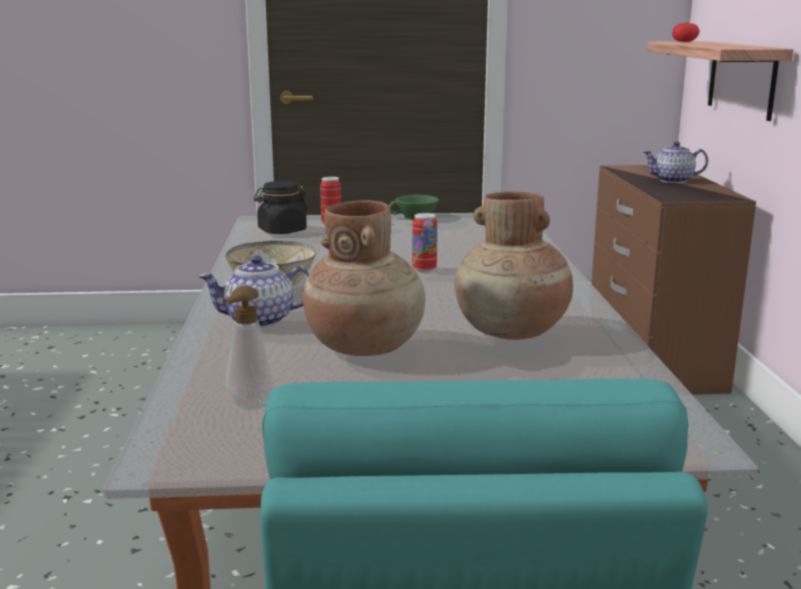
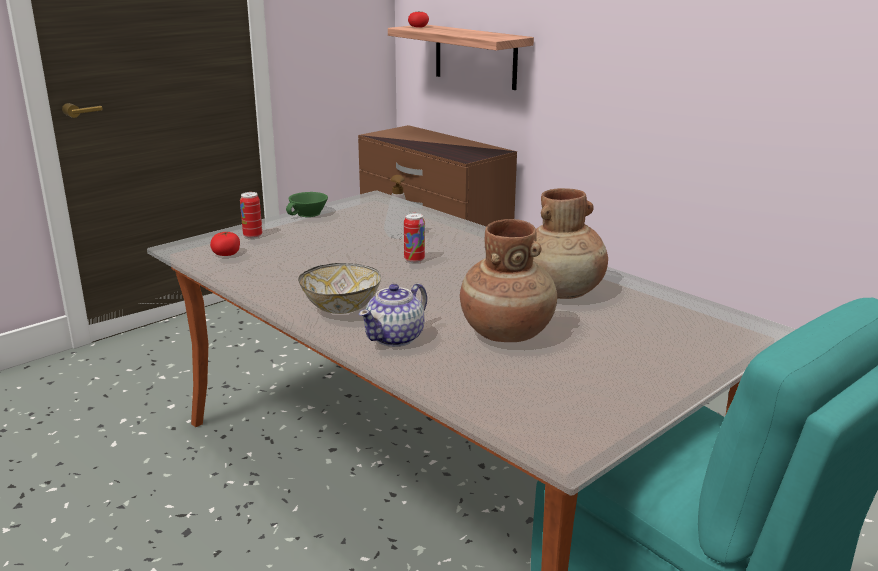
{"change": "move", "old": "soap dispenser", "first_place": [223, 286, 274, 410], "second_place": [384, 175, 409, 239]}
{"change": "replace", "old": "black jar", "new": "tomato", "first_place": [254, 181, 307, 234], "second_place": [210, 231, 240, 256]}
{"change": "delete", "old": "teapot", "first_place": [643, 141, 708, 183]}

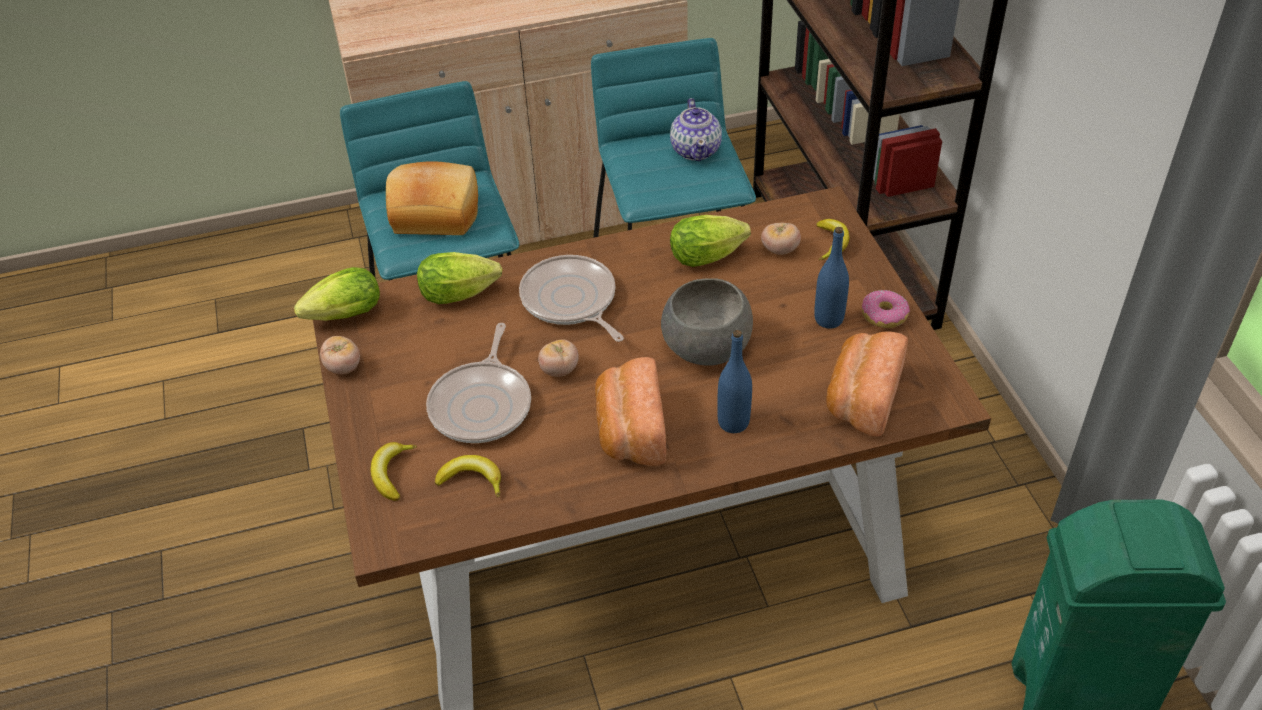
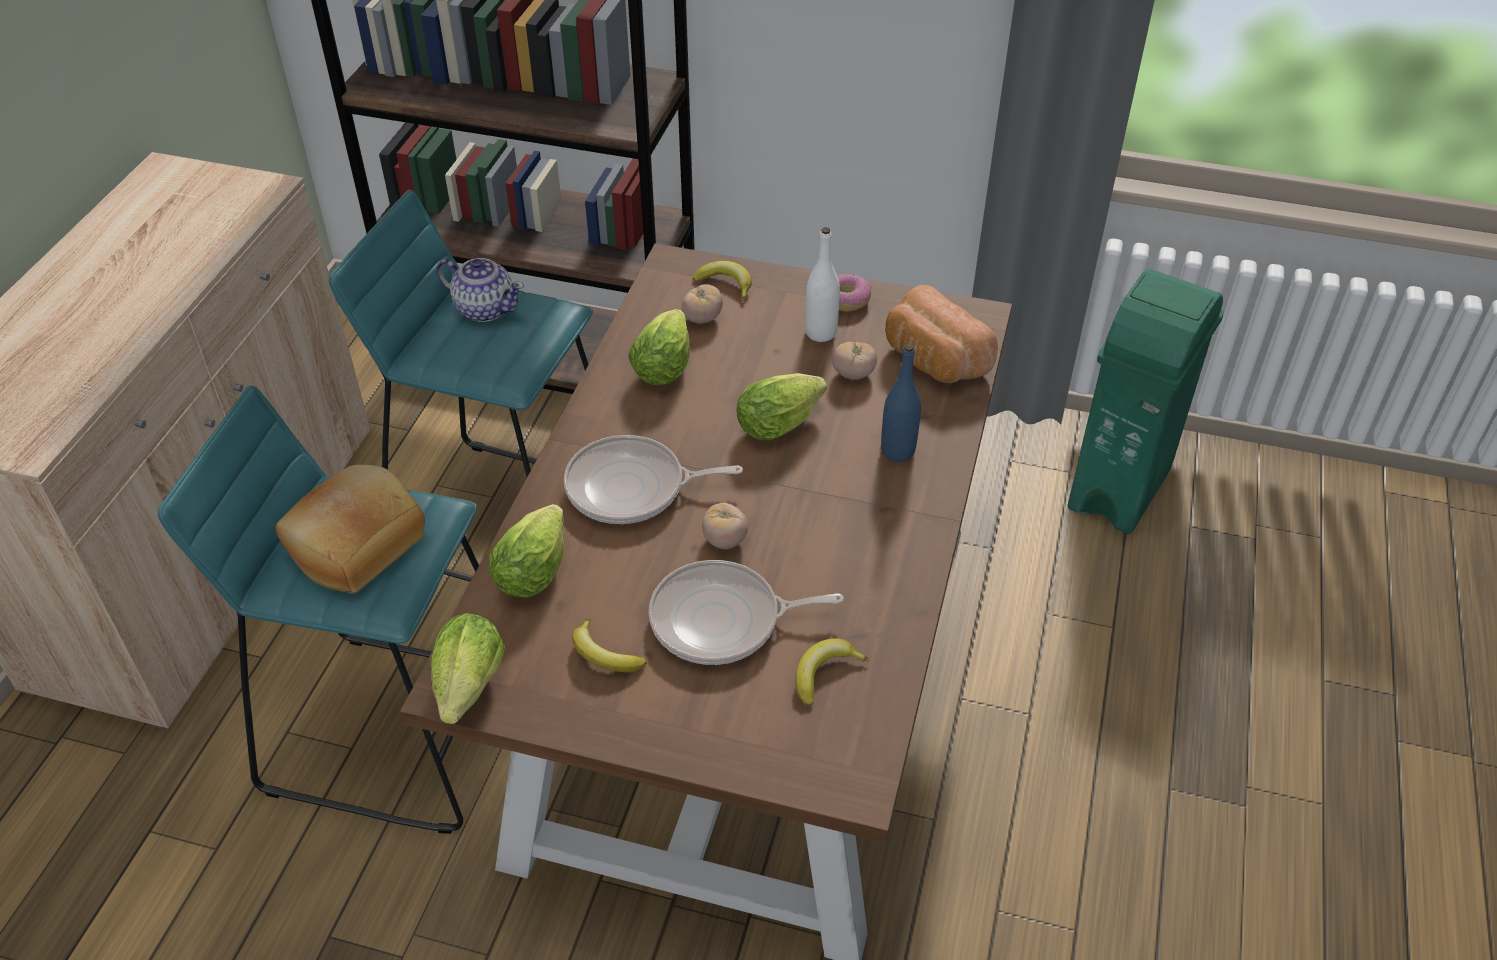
{"change": "move", "old": "tomato", "first_place": [320, 336, 360, 374], "second_place": [832, 342, 877, 380]}
{"change": "move", "old": "banana", "first_place": [371, 442, 417, 501], "second_place": [572, 618, 647, 672]}
{"change": "rotate", "old": "frying pan", "first_place": [426, 323, 531, 443], "second_place": [649, 560, 844, 665], "degrees": 135}
{"change": "delete", "old": "bread", "first_place": [595, 357, 666, 466]}
{"change": "replace", "old": "grey bowl", "new": "lettuce", "first_place": [661, 278, 753, 366], "second_place": [736, 373, 827, 441]}
{"change": "recolor", "old": "blue bottle", "new": "white bottle", "first_place": [814, 227, 849, 329], "second_place": [805, 227, 840, 342]}

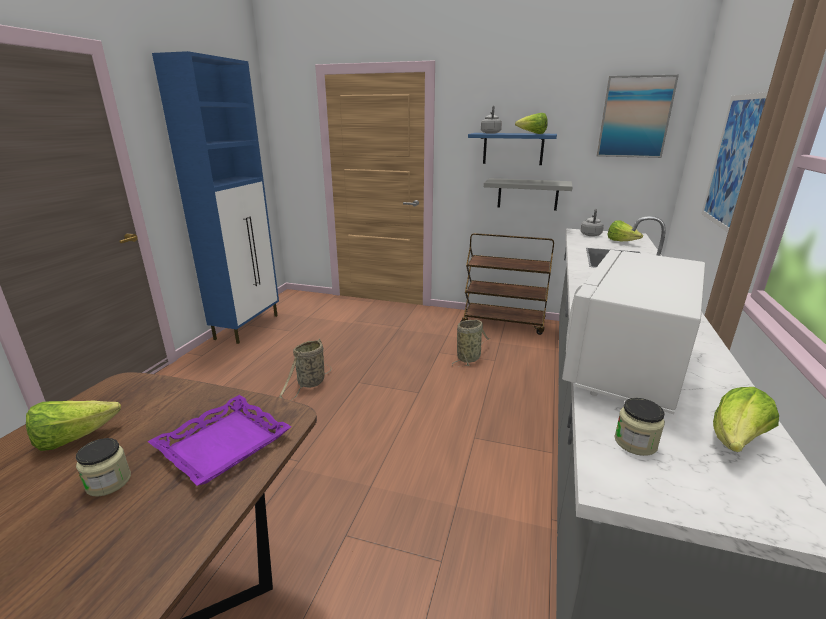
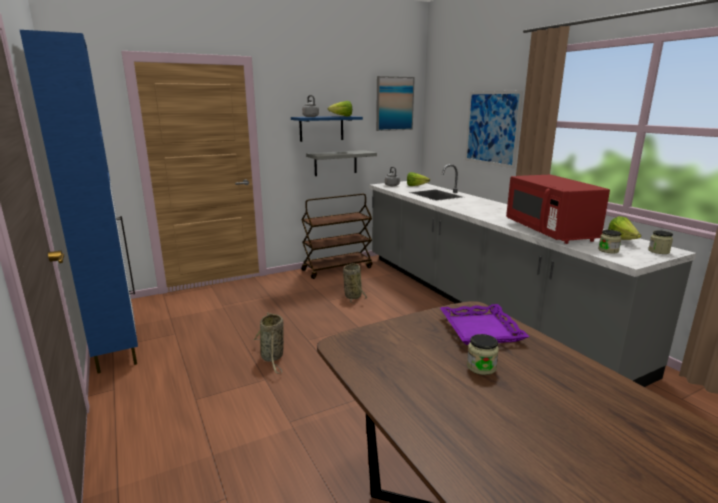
{"change": "delete", "old": "lettuce", "first_place": [26, 401, 121, 451]}
{"change": "recolor", "old": "white microwave", "new": "red microwave", "first_place": [562, 250, 705, 414], "second_place": [506, 175, 610, 244]}
{"change": "insert", "new": "jar", "second_place": [648, 230, 673, 254]}

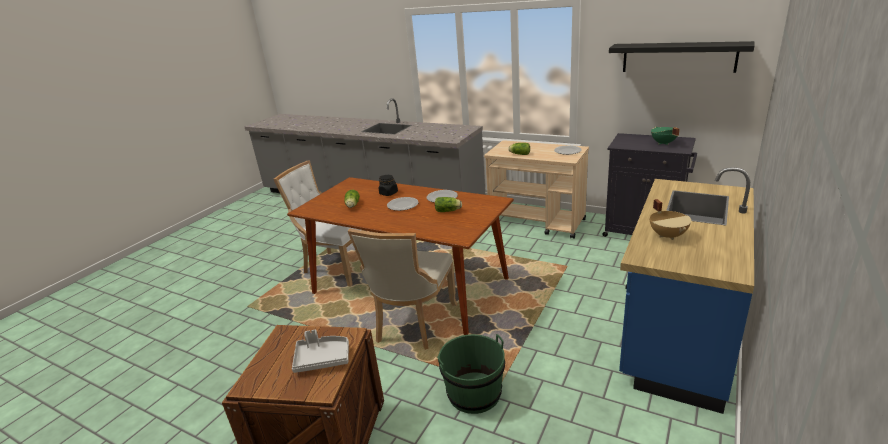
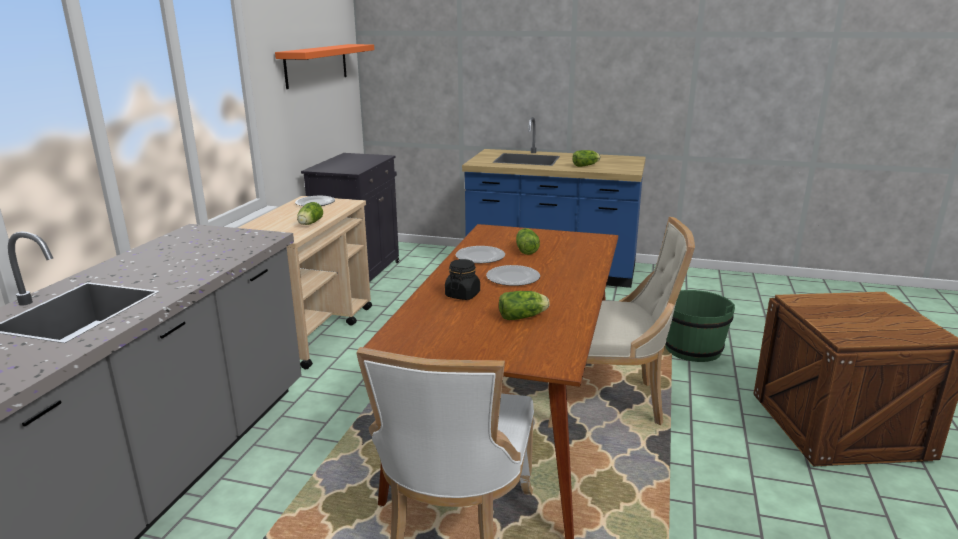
{"change": "delete", "old": "grey tray", "first_place": [292, 330, 349, 373]}
{"change": "recolor", "old": "black shelf", "new": "orange shelf", "first_place": [609, 41, 754, 73], "second_place": [275, 44, 374, 89]}
{"change": "replace", "old": "beige cooking pot", "new": "lettuce", "first_place": [650, 199, 691, 240], "second_place": [572, 150, 601, 167]}
{"change": "delete", "old": "green cooking pot", "first_place": [651, 127, 680, 145]}

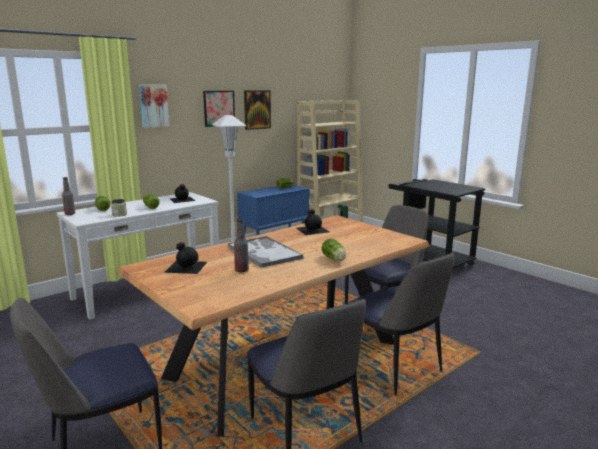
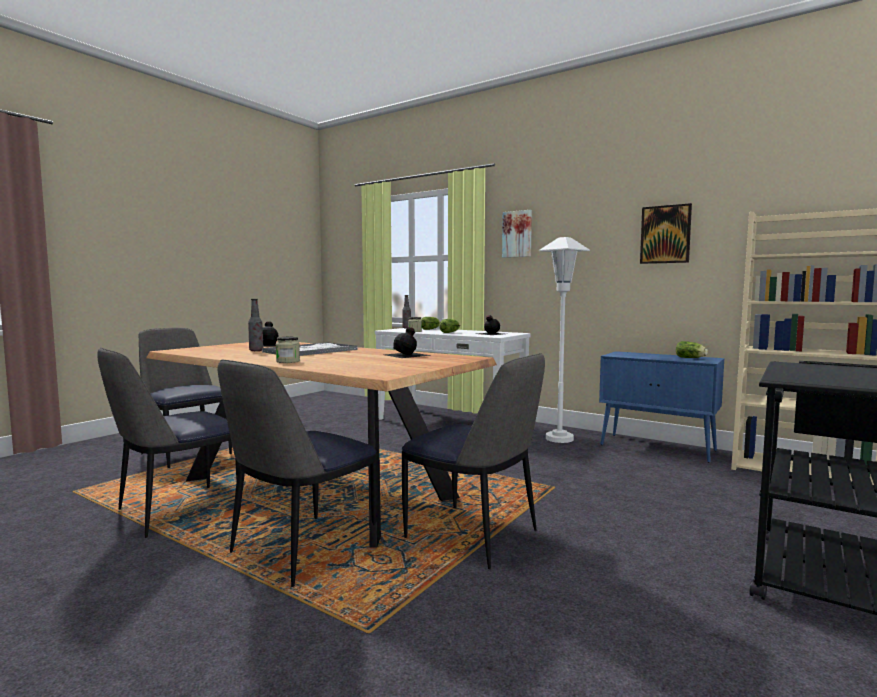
{"change": "delete", "old": "picture", "first_place": [203, 91, 235, 127]}
{"change": "replace", "old": "lettuce", "new": "jar", "first_place": [322, 238, 346, 261], "second_place": [276, 337, 300, 363]}

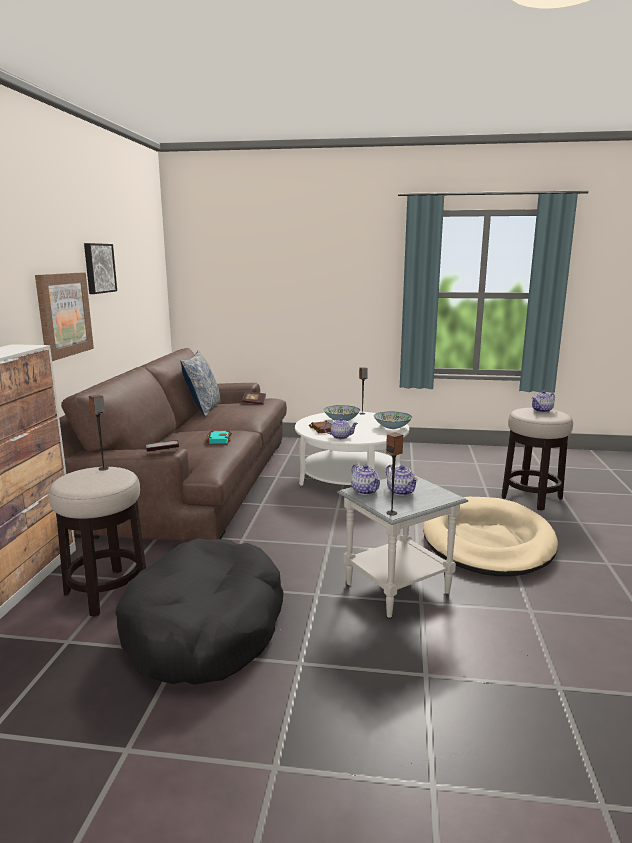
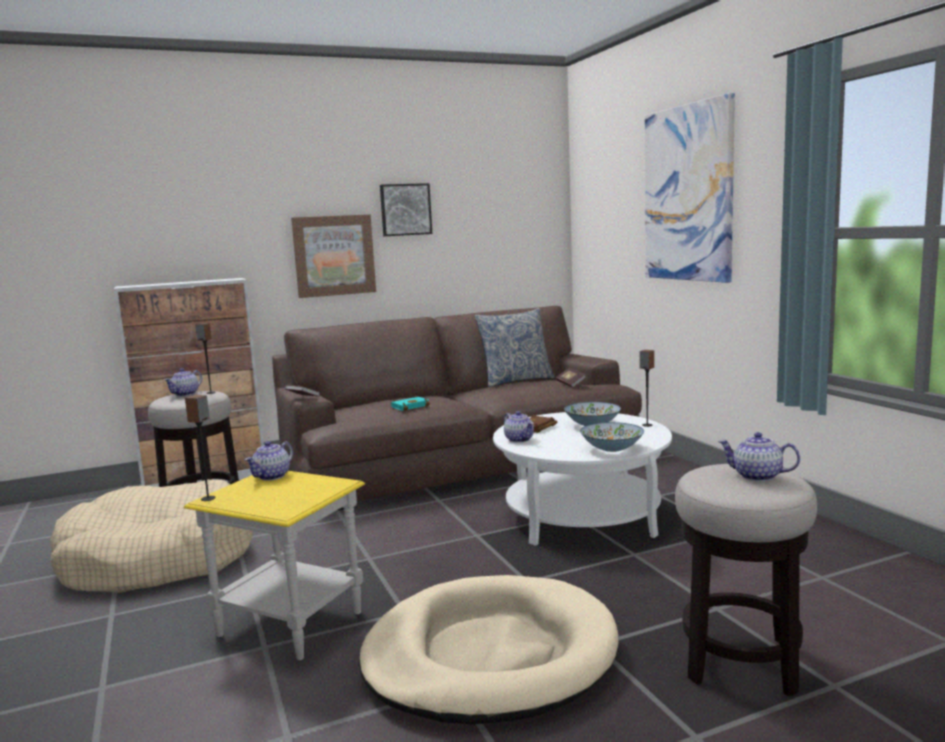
{"change": "recolor", "old": "black dog bed", "new": "beige dog bed", "first_place": [115, 538, 284, 685], "second_place": [50, 479, 253, 593]}
{"change": "recolor", "old": "grey side table", "new": "yellow side table", "first_place": [337, 476, 468, 618], "second_place": [184, 471, 365, 660]}
{"change": "move", "old": "teapot", "first_place": [386, 465, 418, 495], "second_place": [164, 368, 202, 396]}
{"change": "insert", "new": "picture", "second_place": [645, 93, 735, 283]}

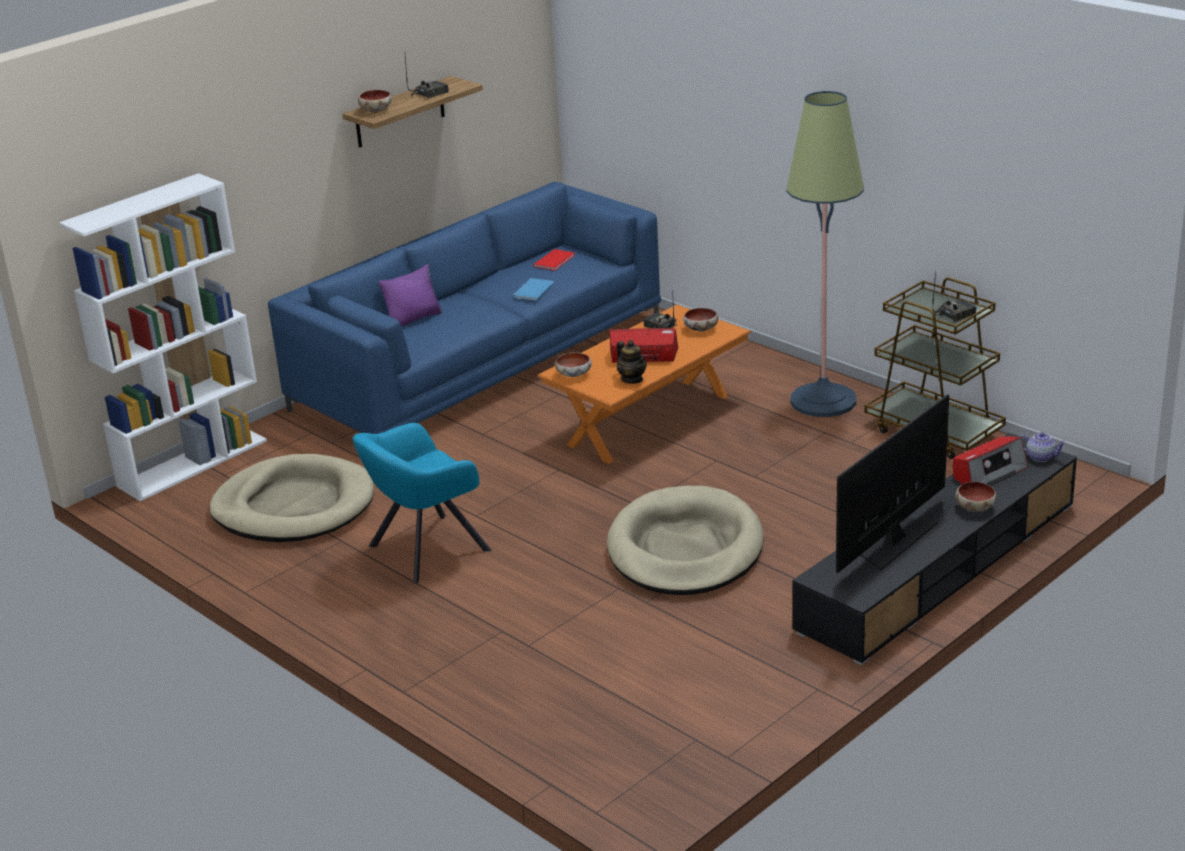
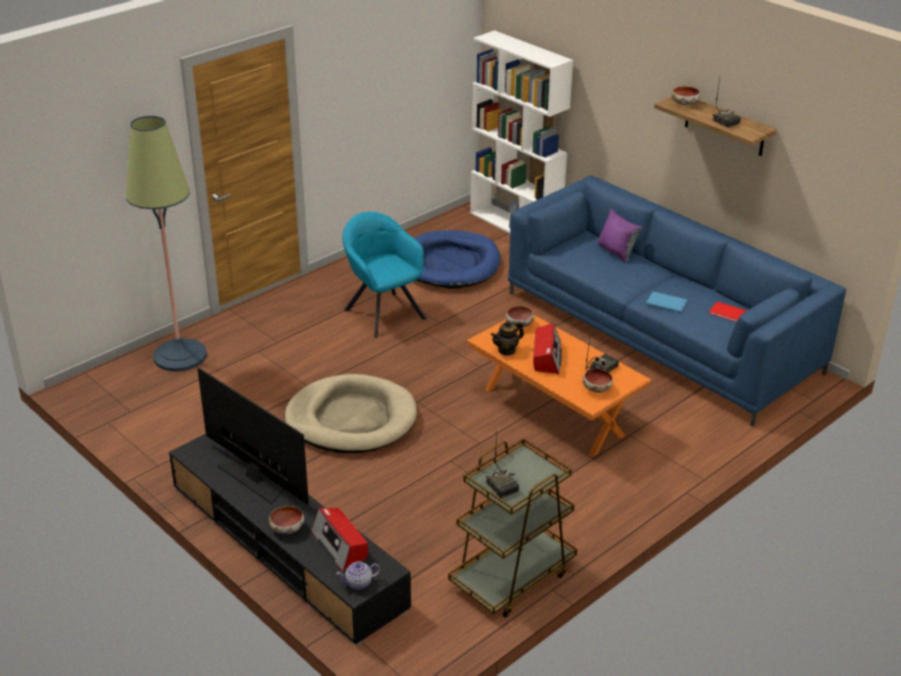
{"change": "recolor", "old": "beige dog bed", "new": "blue dog bed", "first_place": [209, 454, 374, 542], "second_place": [414, 230, 500, 289]}
{"change": "move", "old": "floor lamp", "first_place": [786, 91, 864, 417], "second_place": [126, 116, 207, 371]}
{"change": "rotate", "old": "teapot", "first_place": [1020, 432, 1067, 462], "second_place": [336, 561, 380, 590], "degrees": 45}

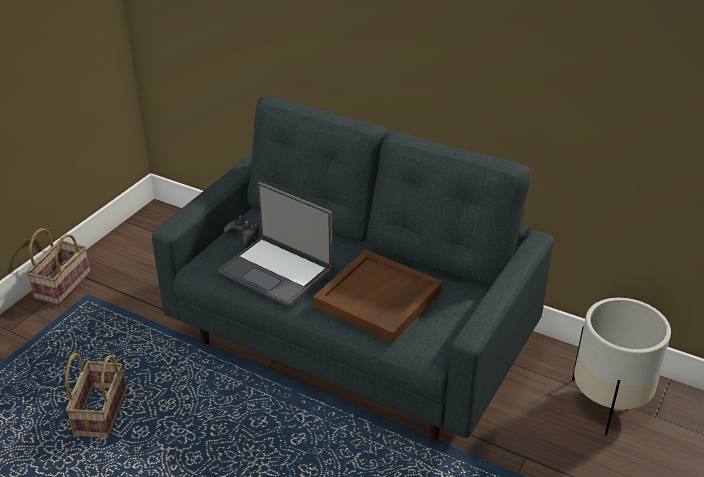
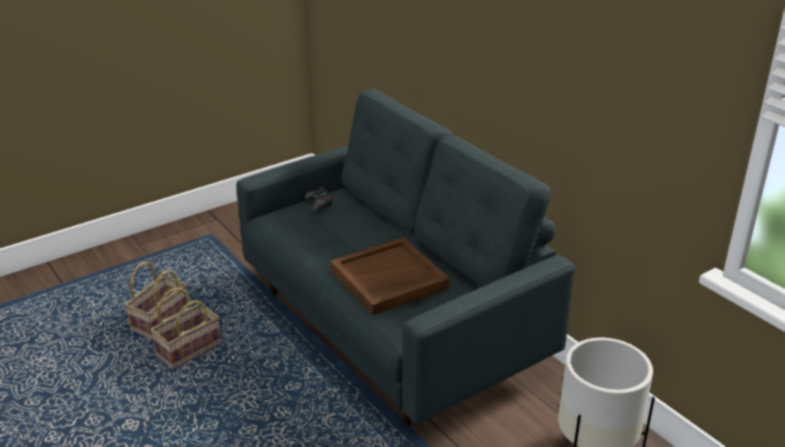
{"change": "move", "old": "basket", "first_place": [27, 228, 90, 305], "second_place": [150, 287, 222, 370]}
{"change": "delete", "old": "laptop", "first_place": [218, 182, 333, 307]}

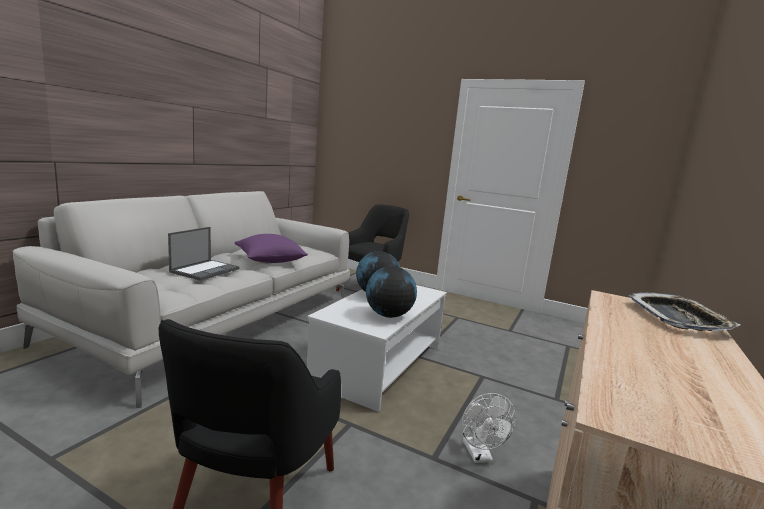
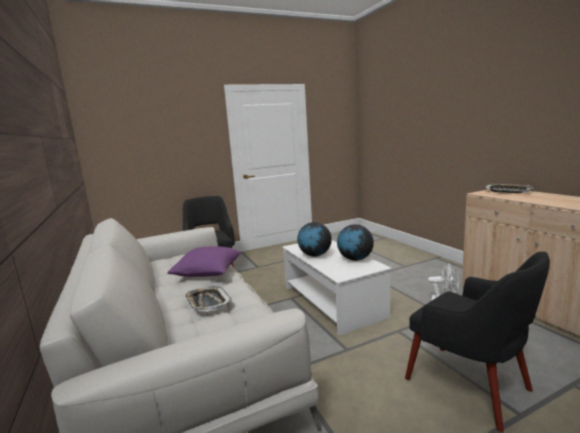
{"change": "replace", "old": "laptop", "new": "tray", "first_place": [168, 227, 240, 281], "second_place": [184, 286, 232, 312]}

